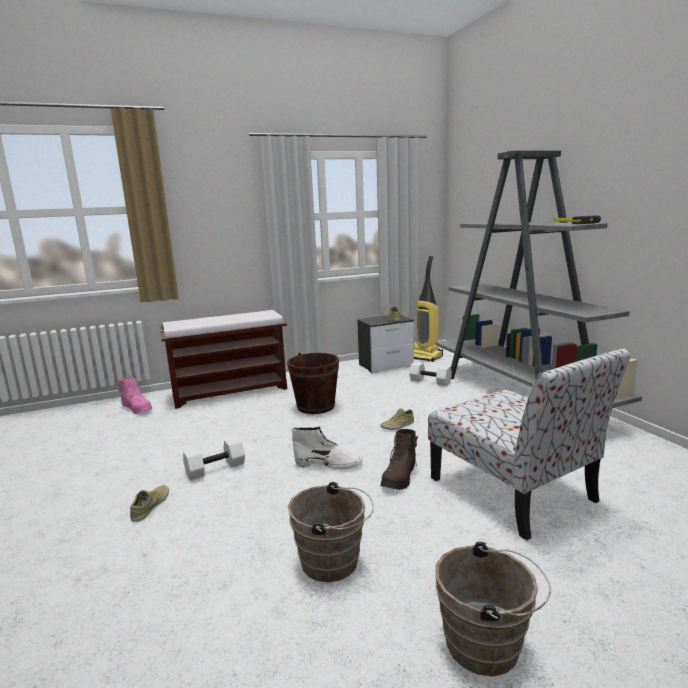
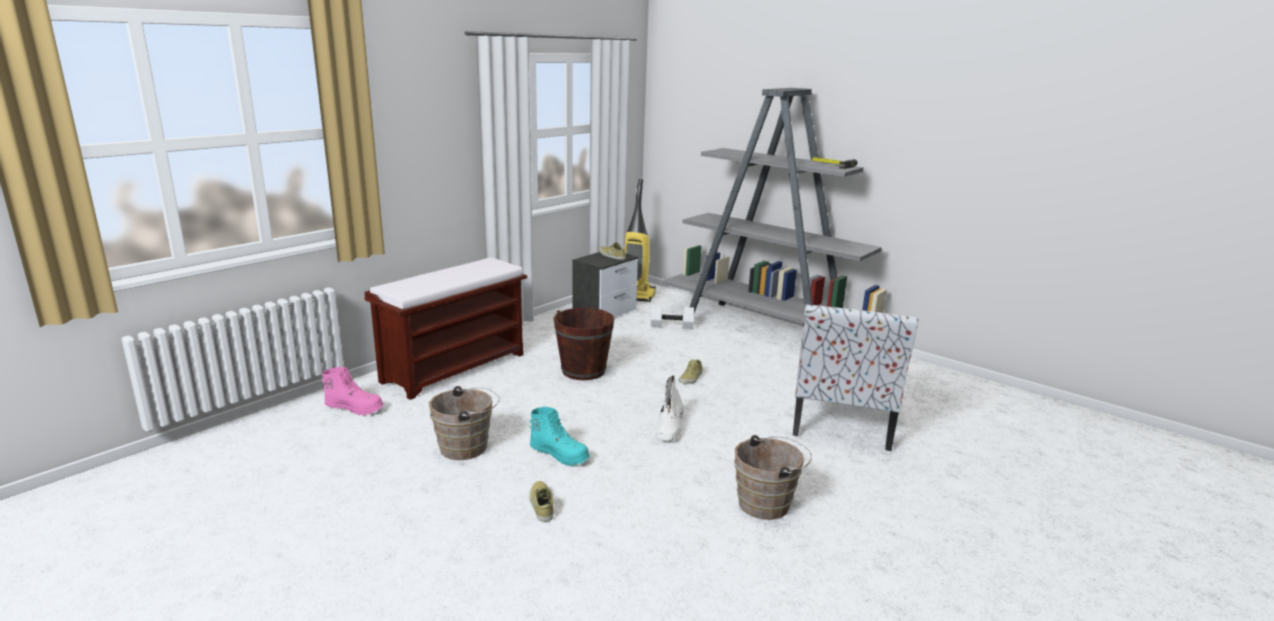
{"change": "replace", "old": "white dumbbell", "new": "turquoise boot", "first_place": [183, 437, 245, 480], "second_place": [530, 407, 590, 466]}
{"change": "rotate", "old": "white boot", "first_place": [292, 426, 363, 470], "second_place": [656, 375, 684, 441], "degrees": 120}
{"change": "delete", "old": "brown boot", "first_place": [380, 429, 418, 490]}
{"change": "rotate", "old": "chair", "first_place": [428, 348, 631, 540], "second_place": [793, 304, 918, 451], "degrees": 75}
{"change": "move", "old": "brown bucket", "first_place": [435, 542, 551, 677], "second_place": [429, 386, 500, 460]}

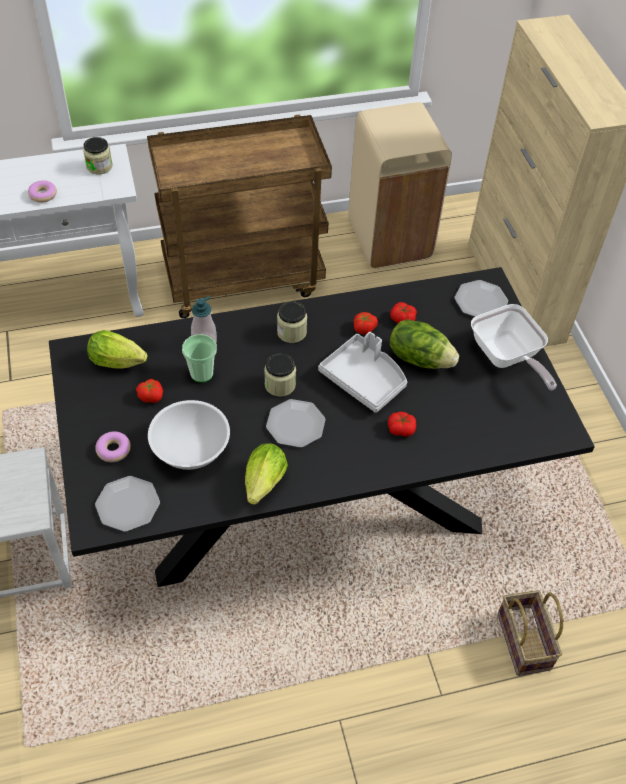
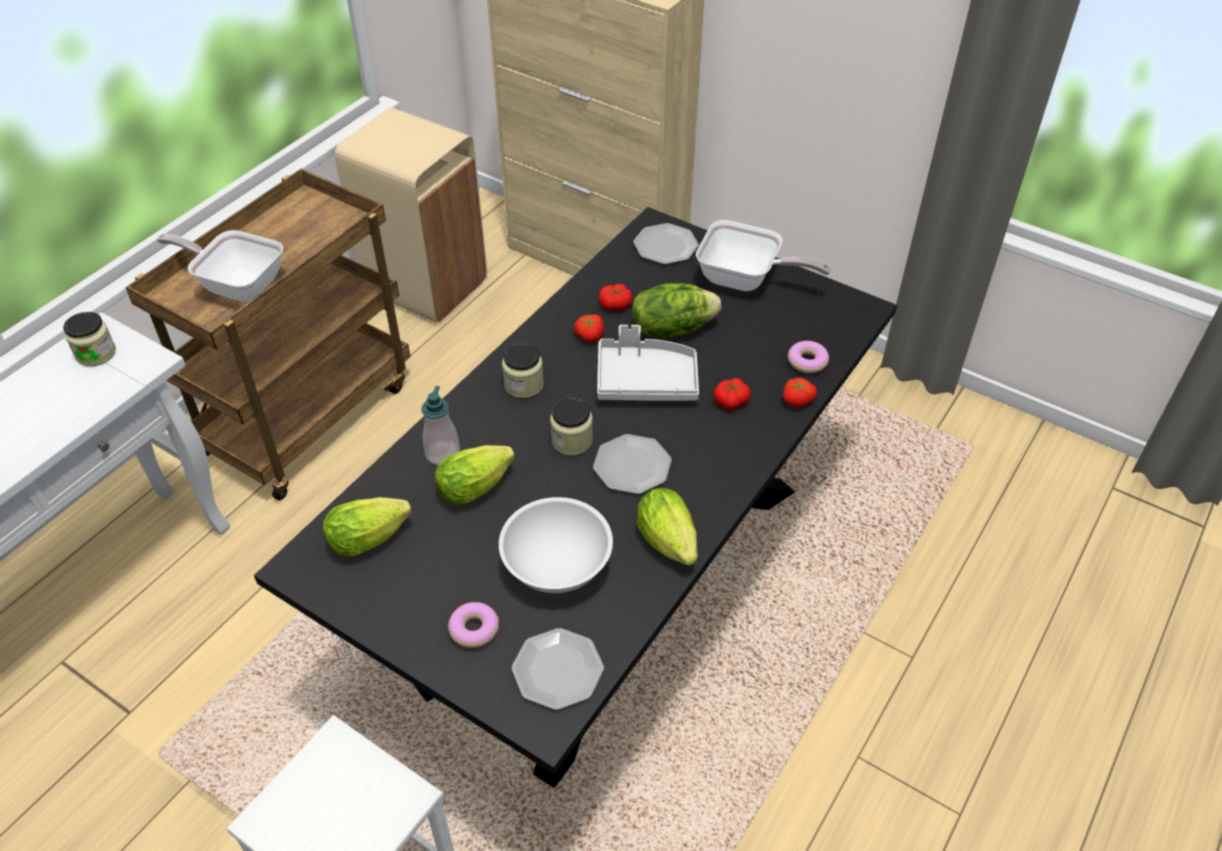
{"change": "move", "old": "donut", "first_place": [28, 180, 57, 203], "second_place": [788, 341, 829, 373]}
{"change": "move", "old": "tomato", "first_place": [136, 379, 163, 403], "second_place": [783, 378, 817, 408]}
{"change": "replace", "old": "cup", "new": "lettuce", "first_place": [182, 334, 217, 383], "second_place": [435, 445, 515, 504]}
{"change": "delete", "old": "basket", "first_place": [497, 590, 563, 676]}
{"change": "insert", "new": "frying pan", "second_place": [157, 230, 283, 302]}

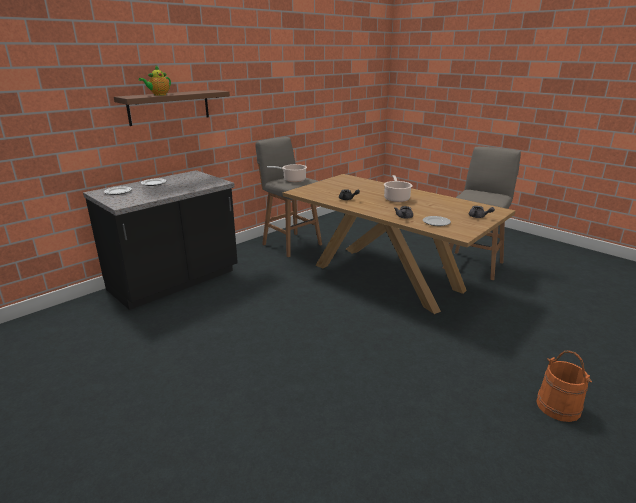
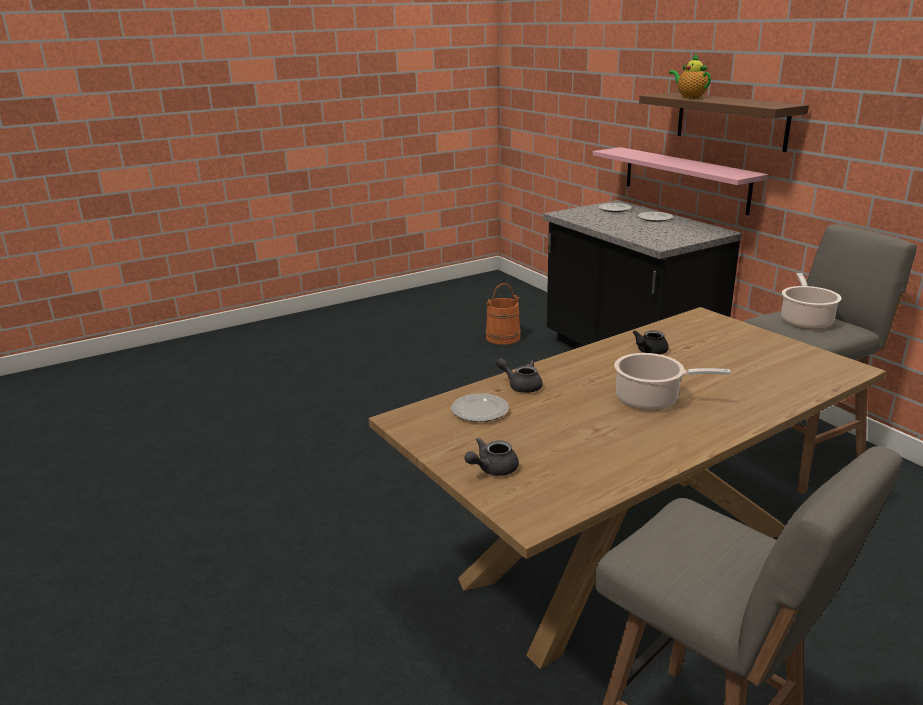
{"change": "move", "old": "orange bucket", "first_place": [536, 350, 592, 422], "second_place": [486, 283, 521, 345]}
{"change": "insert", "new": "pink shelf", "second_place": [593, 147, 768, 215]}

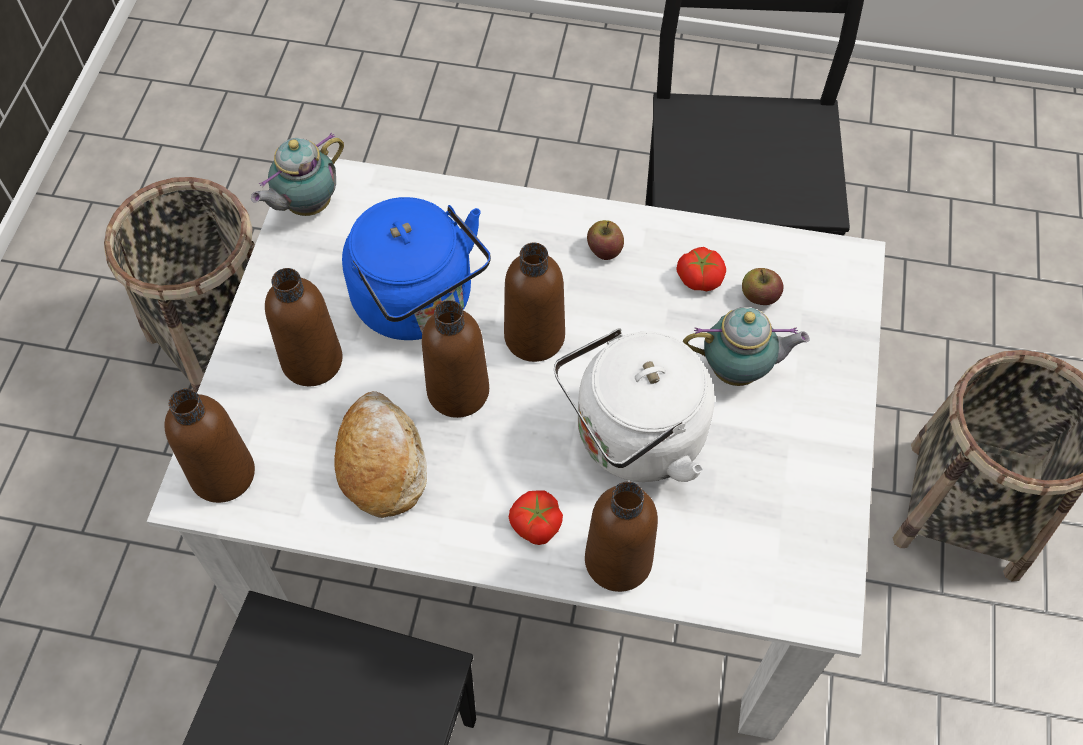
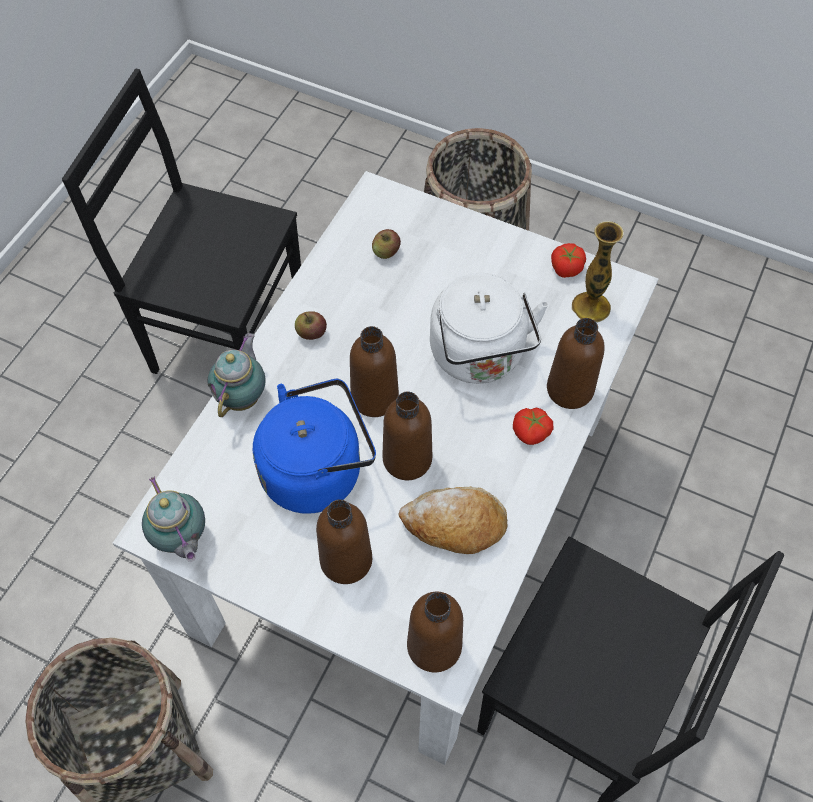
{"change": "move", "old": "tomato", "first_place": [677, 247, 726, 291], "second_place": [551, 243, 586, 278]}
{"change": "move", "old": "teapot", "first_place": [683, 307, 810, 386], "second_place": [207, 333, 265, 417]}
{"change": "insert", "new": "vase", "second_place": [572, 221, 624, 323]}

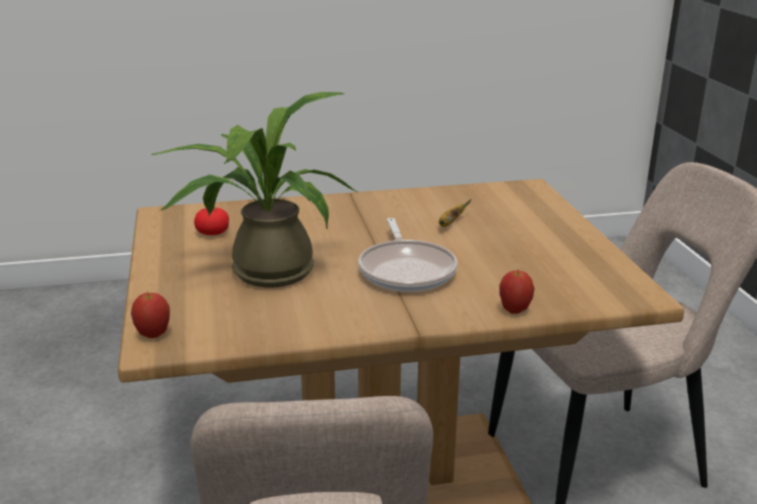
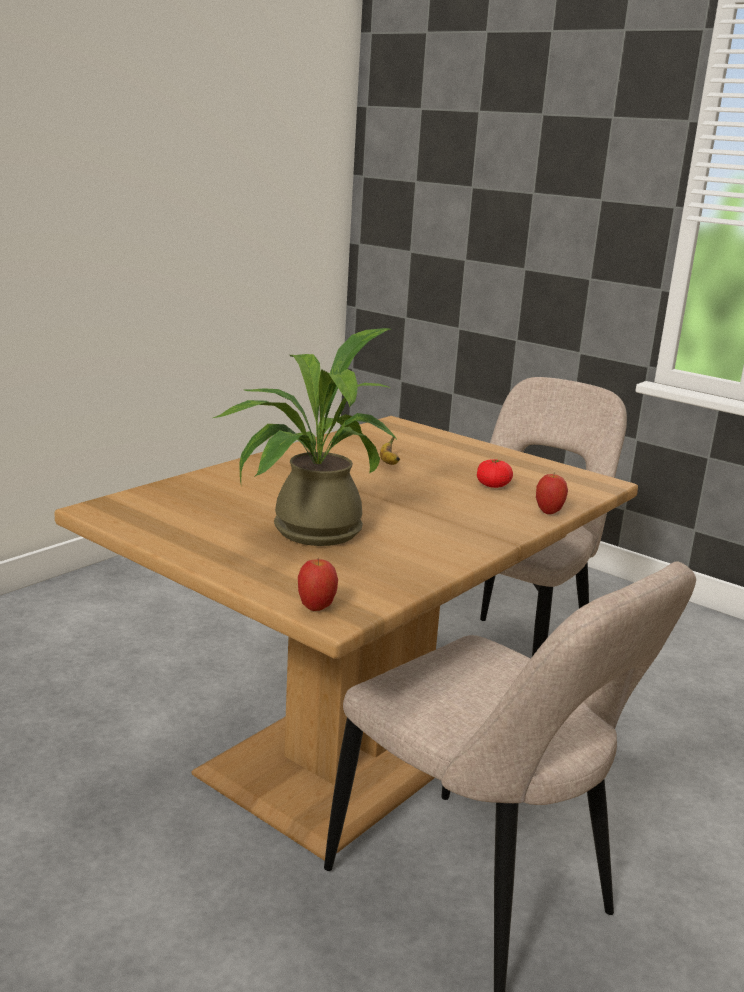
{"change": "move", "old": "tomato", "first_place": [194, 207, 229, 235], "second_place": [477, 459, 513, 488]}
{"change": "delete", "old": "frying pan", "first_place": [358, 218, 458, 292]}

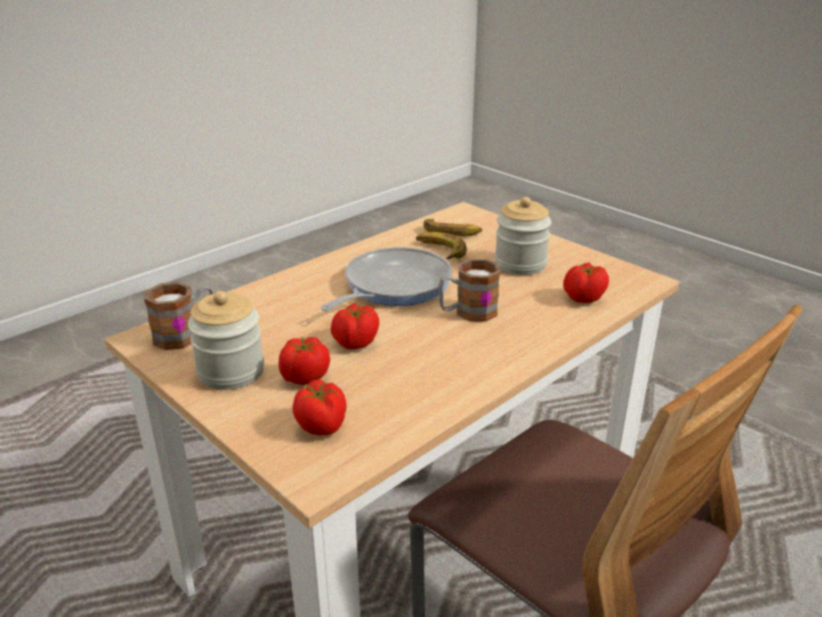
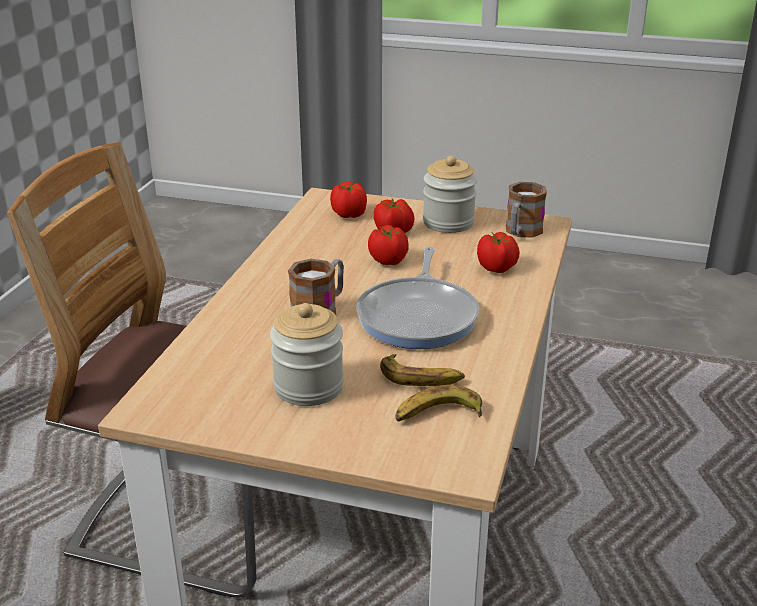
{"change": "move", "old": "tomato", "first_place": [563, 262, 609, 303], "second_place": [477, 232, 520, 273]}

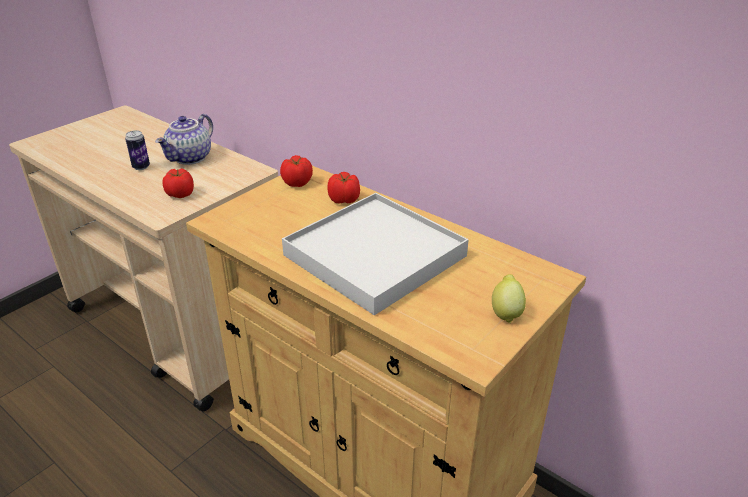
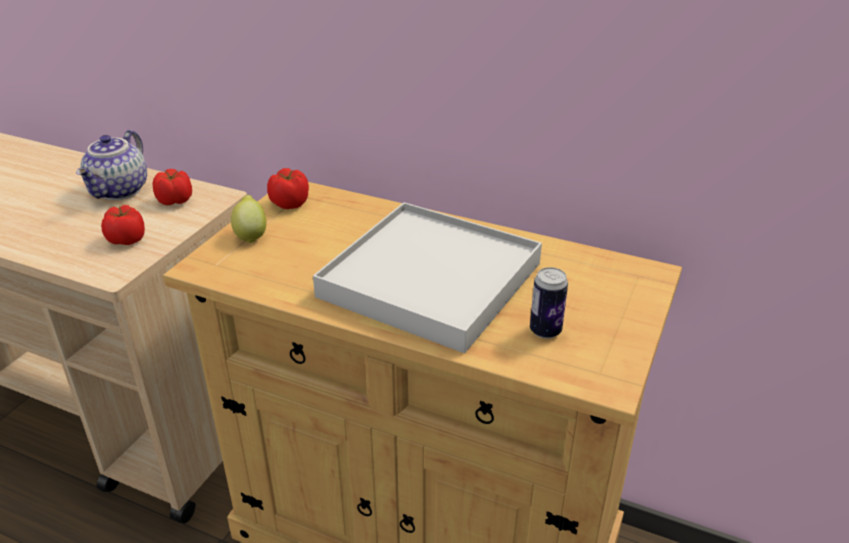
{"change": "move", "old": "can", "first_place": [125, 130, 150, 170], "second_place": [530, 267, 568, 339]}
{"change": "move", "old": "tomato", "first_place": [327, 172, 360, 203], "second_place": [152, 169, 192, 205]}
{"change": "move", "old": "lemon", "first_place": [492, 274, 526, 323], "second_place": [231, 195, 266, 243]}

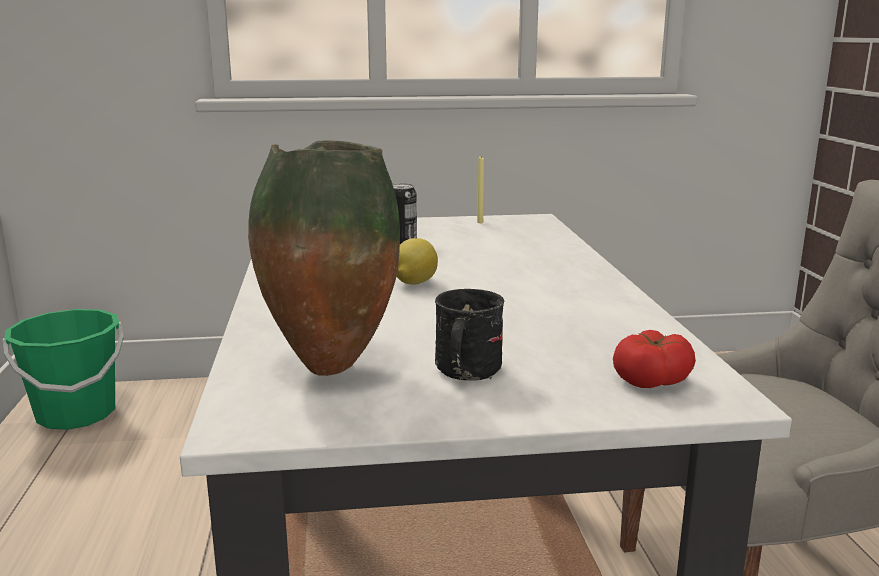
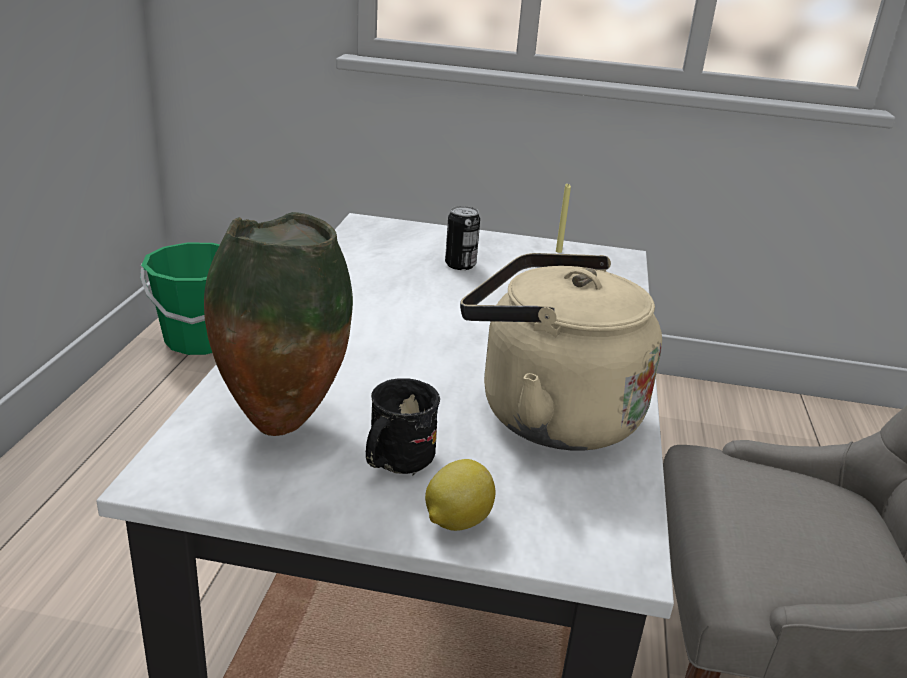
{"change": "move", "old": "lemon", "first_place": [396, 238, 438, 285], "second_place": [425, 459, 495, 531]}
{"change": "delete", "old": "tomato", "first_place": [613, 330, 696, 388]}
{"change": "insert", "new": "beige kettle", "second_place": [460, 253, 662, 451]}

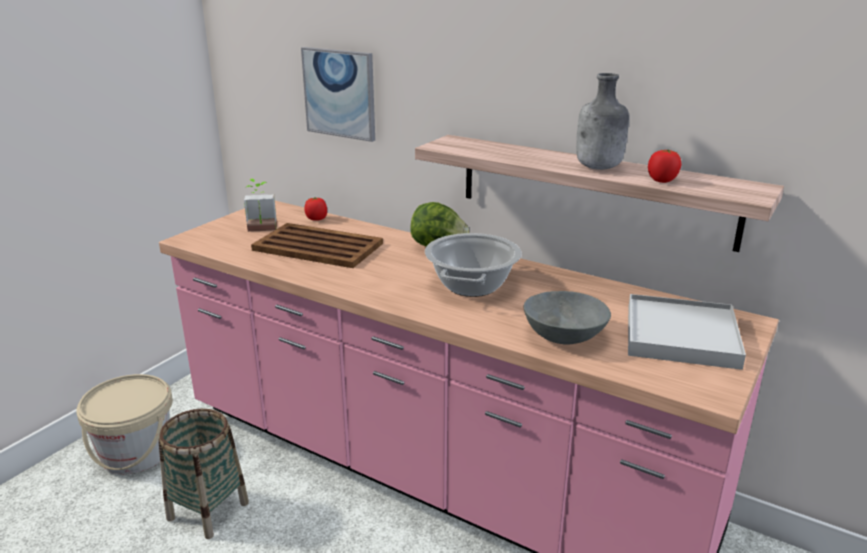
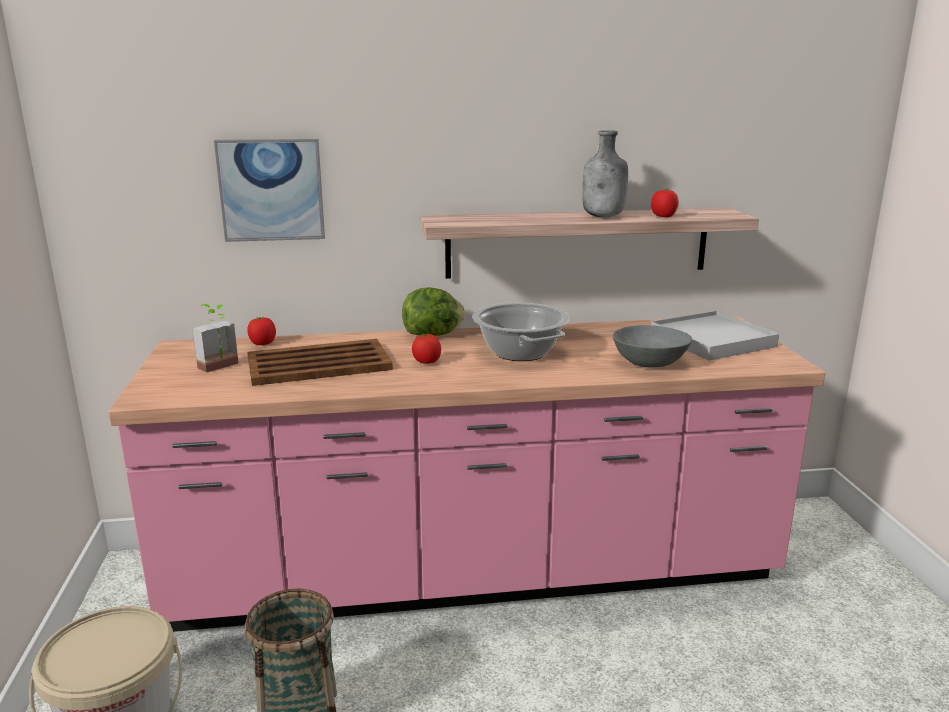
{"change": "insert", "new": "tomato", "second_place": [412, 334, 441, 364]}

